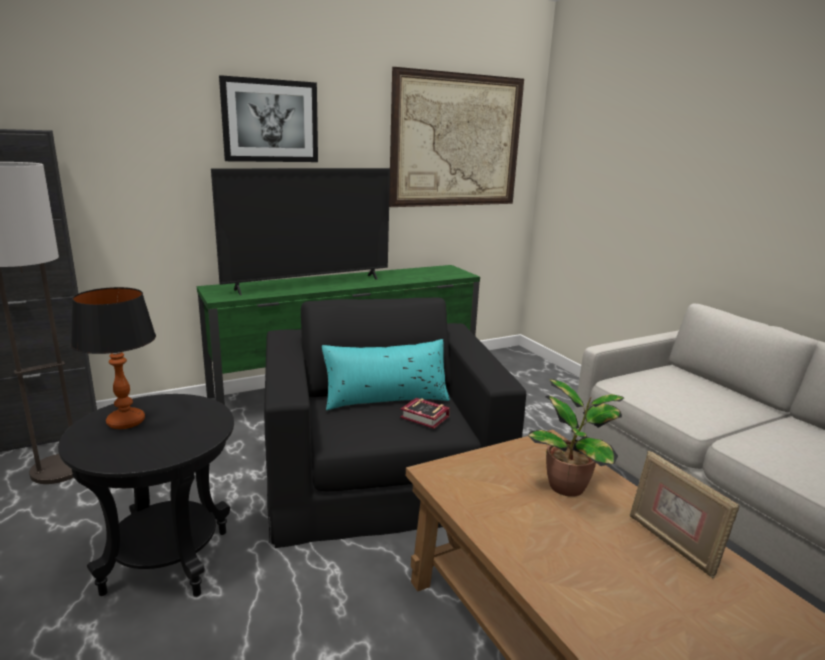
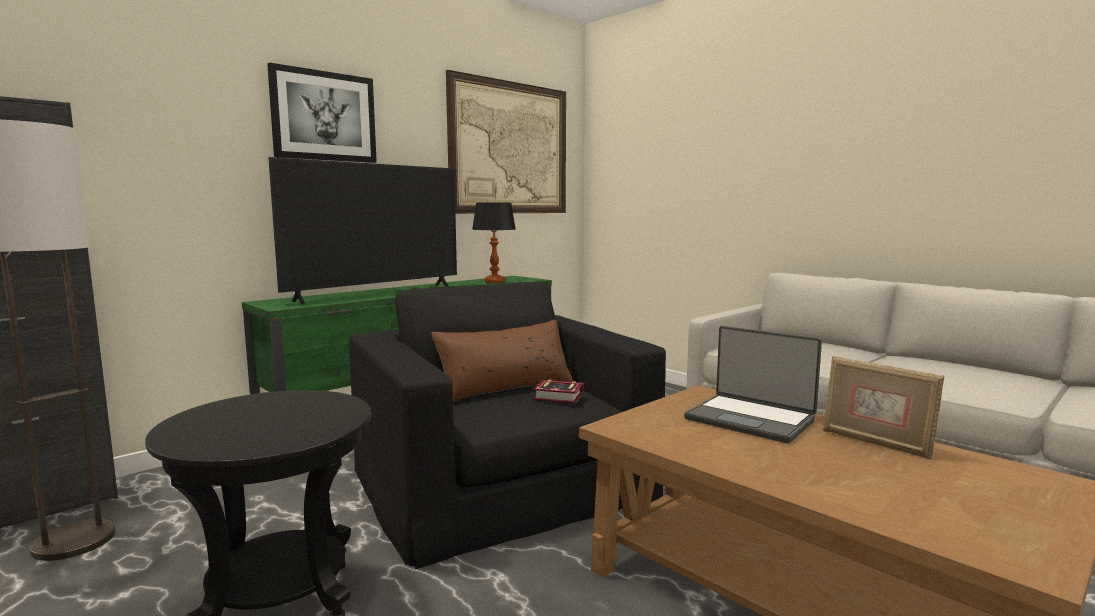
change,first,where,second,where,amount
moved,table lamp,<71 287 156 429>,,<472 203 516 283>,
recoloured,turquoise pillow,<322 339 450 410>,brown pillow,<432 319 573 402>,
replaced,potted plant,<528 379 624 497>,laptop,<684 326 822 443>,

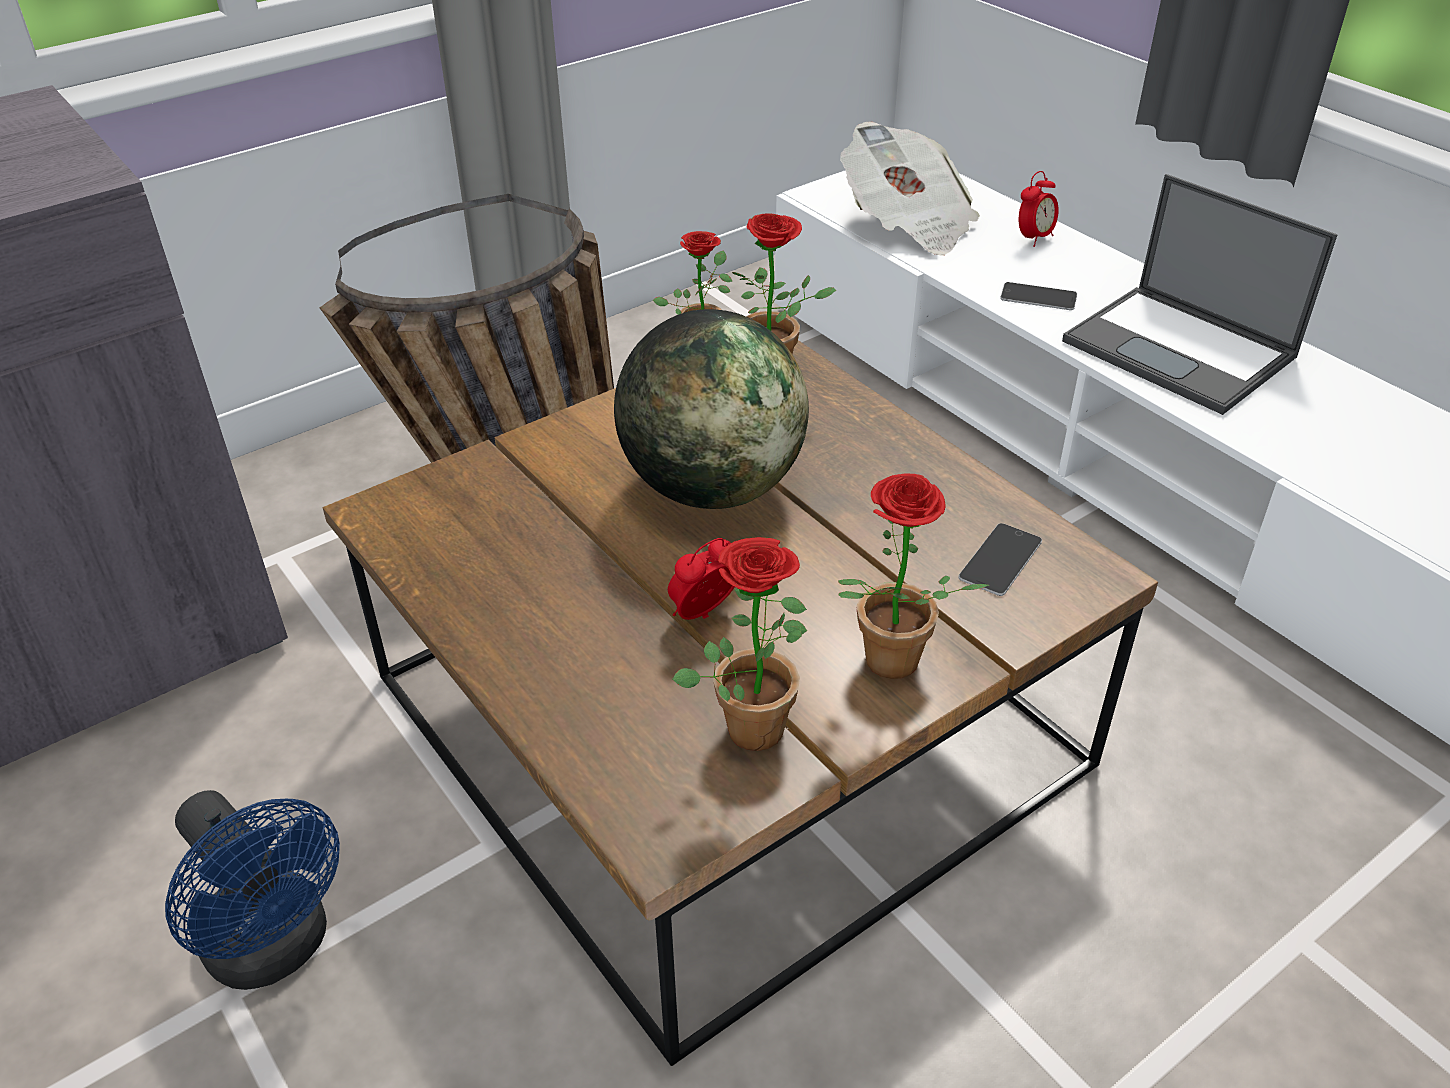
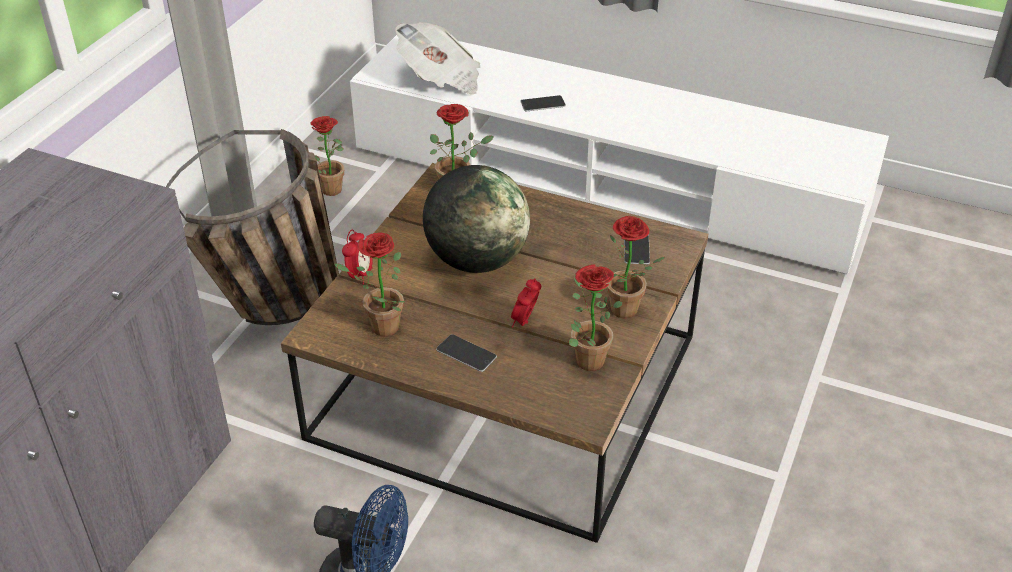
change,first,where,second,where,amount
moved,alarm clock,<1019 171 1059 247>,,<342 230 373 284>,
removed,laptop,<1062 174 1338 415>,,,
added,,,potted plant,<334 232 405 337>,
added,,,phone,<436 334 497 372>,

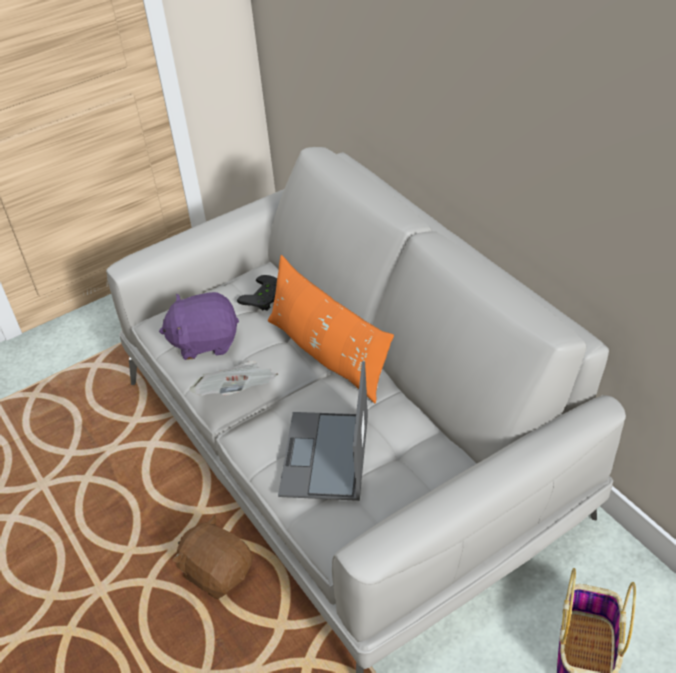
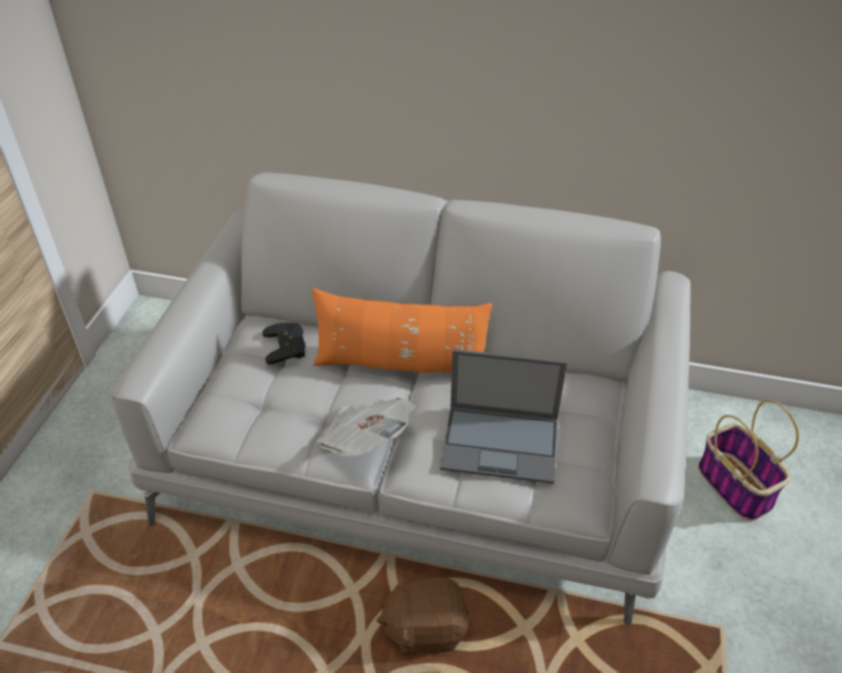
change,first,where,second,where,amount
removed,purple plush toy,<159 292 239 360>,,,
turned,laptop,<278 361 368 501>,,<440 349 567 484>,45 degrees counterclockwise

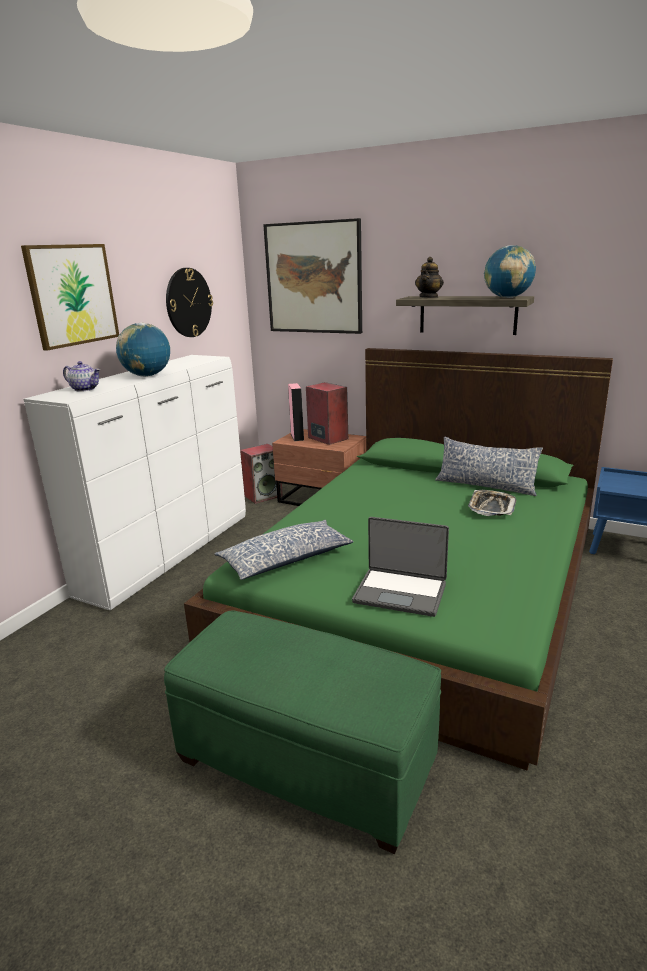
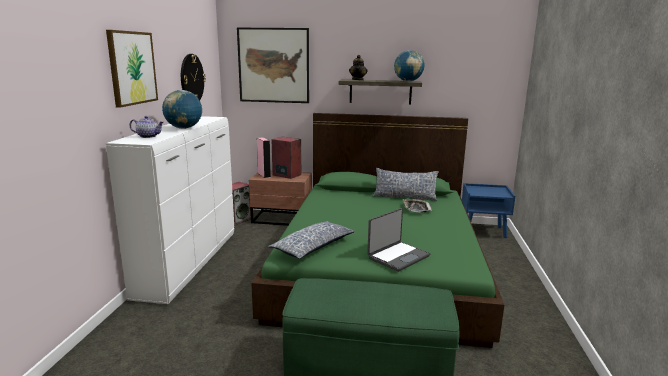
change,first,where,second,where,amount
turned,laptop,<352 517 449 617>,,<367 208 431 272>,45 degrees counterclockwise

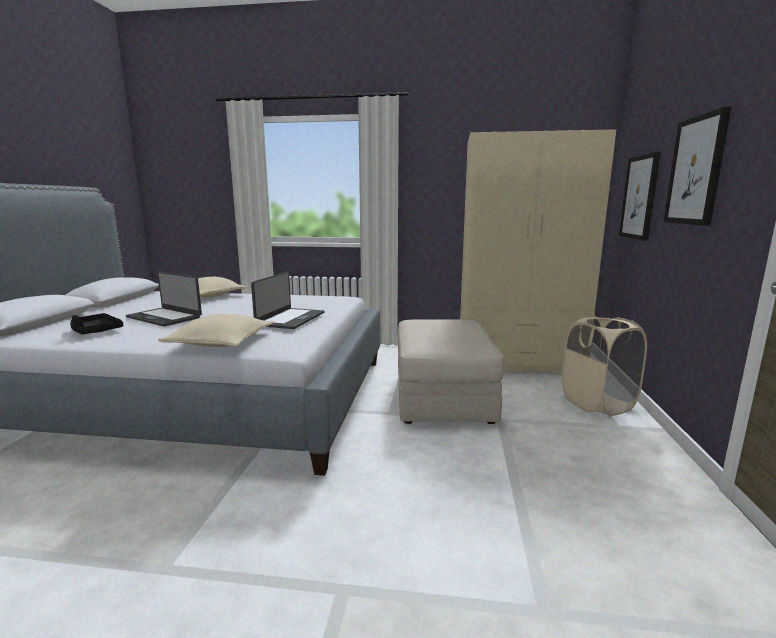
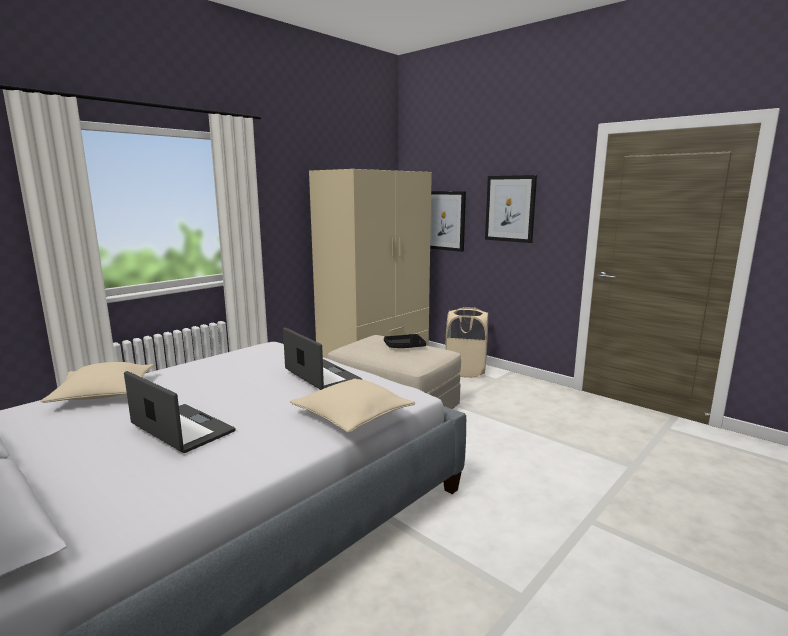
change,first,where,second,where,amount
turned,laptop,<126 272 202 327>,,<124 371 236 453>,120 degrees counterclockwise
moved,black tray,<70 313 123 335>,,<384 334 426 348>,

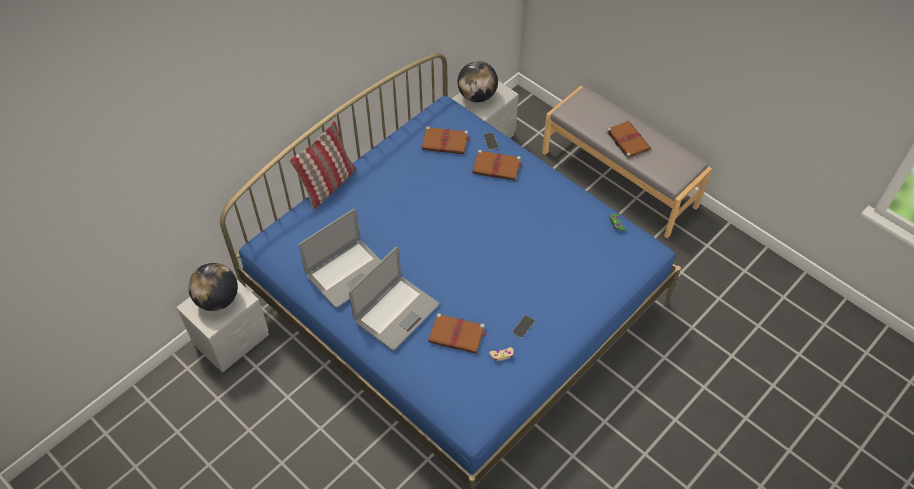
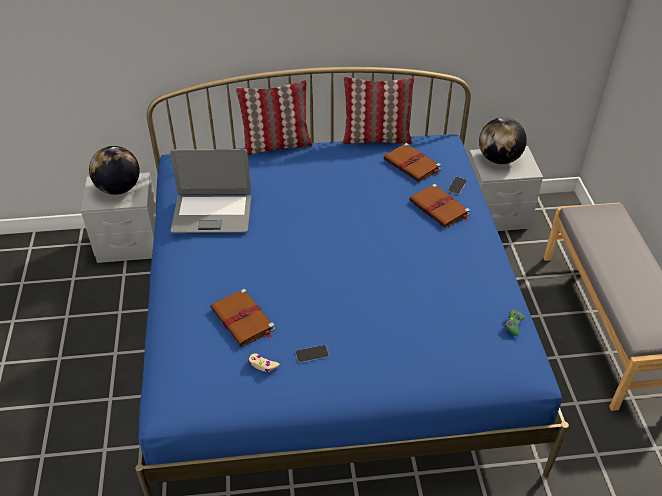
change,first,where,second,where,amount
removed,brown book,<606 121 651 159>,,,
removed,laptop,<349 247 439 350>,,,
added,,,pillow,<342 77 414 144>,

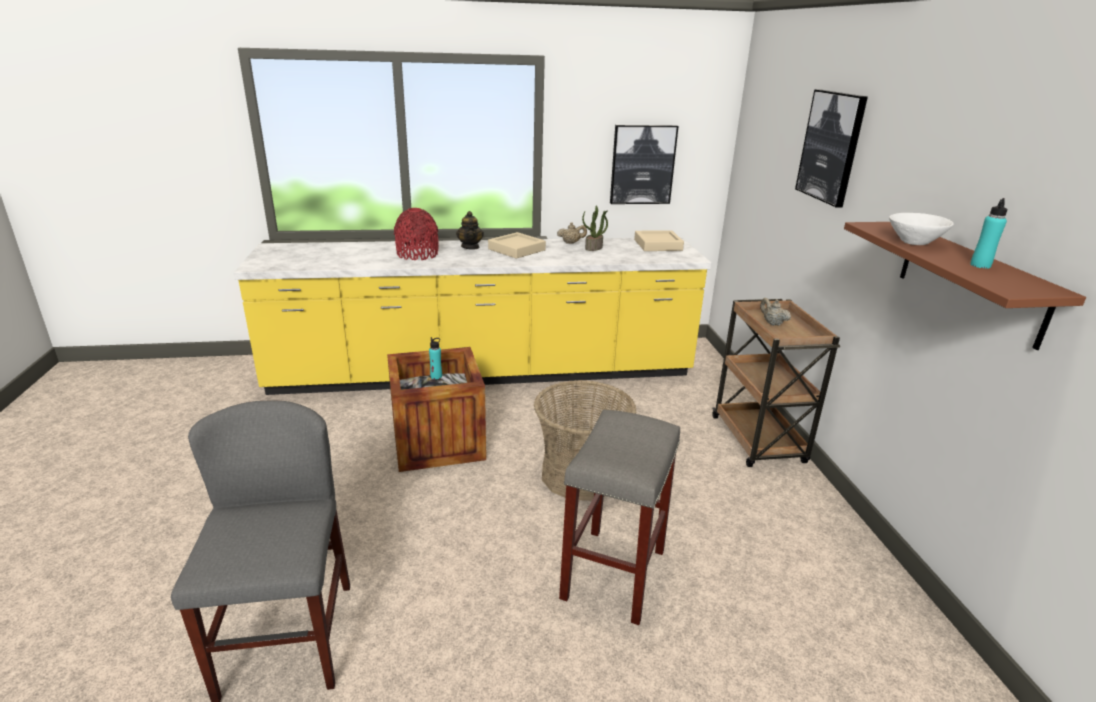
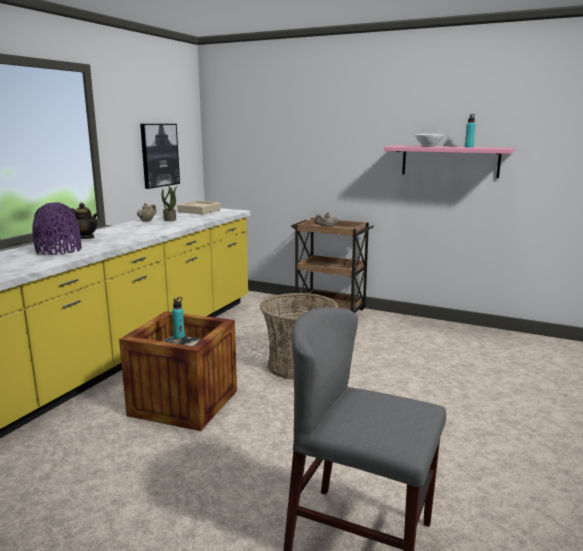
change,first,where,second,where,amount
removed,picture,<795 89 868 207>,,,
recoloured,red vase,<394 208 438 260>,purple vase,<32 202 82 255>,
recoloured,brown shelf,<844 222 1086 350>,pink shelf,<384 146 514 178>,
removed,beige tray,<488 232 546 259>,,,
removed,grey stool,<559 409 680 625>,,,

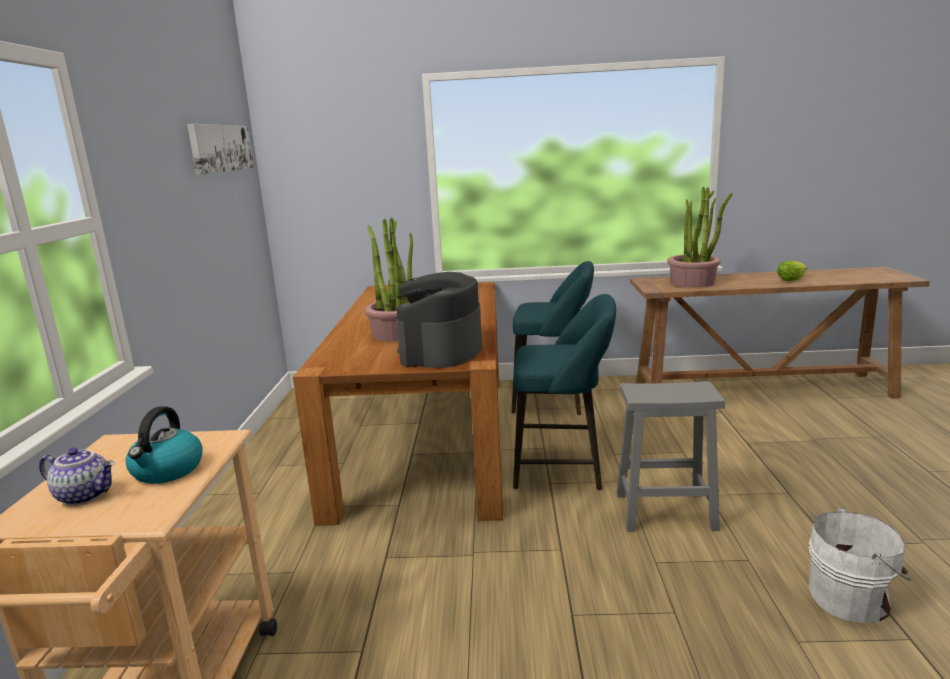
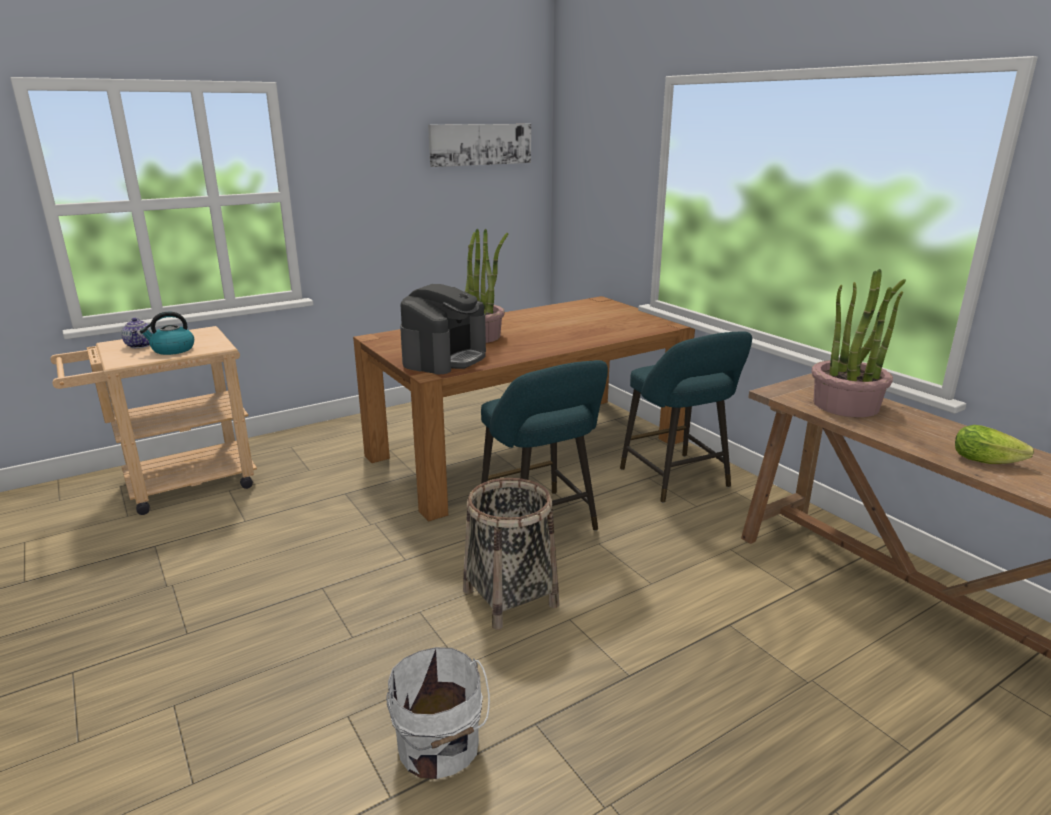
change,first,where,second,where,amount
turned,coffee machine,<396 272 482 368>,,<400 284 486 374>,135 degrees clockwise
replaced,grey stool,<617 381 725 532>,basket,<463 478 559 630>,

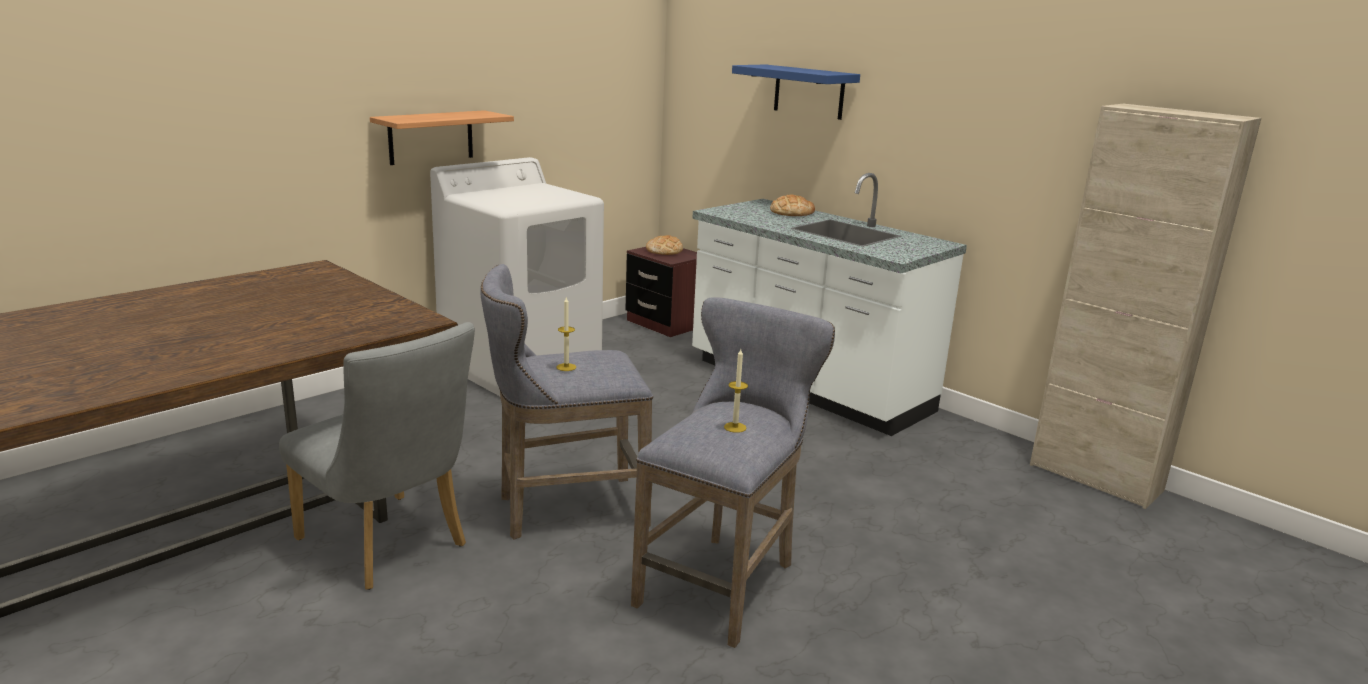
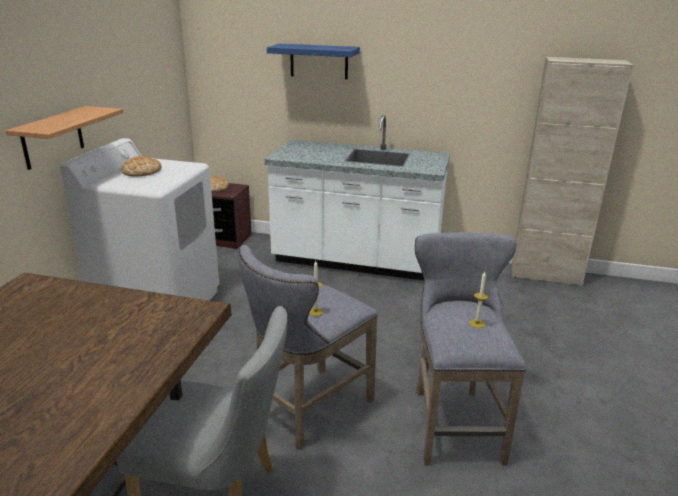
change,first,where,second,where,amount
moved,bread,<770 195 815 216>,,<121 156 161 177>,

